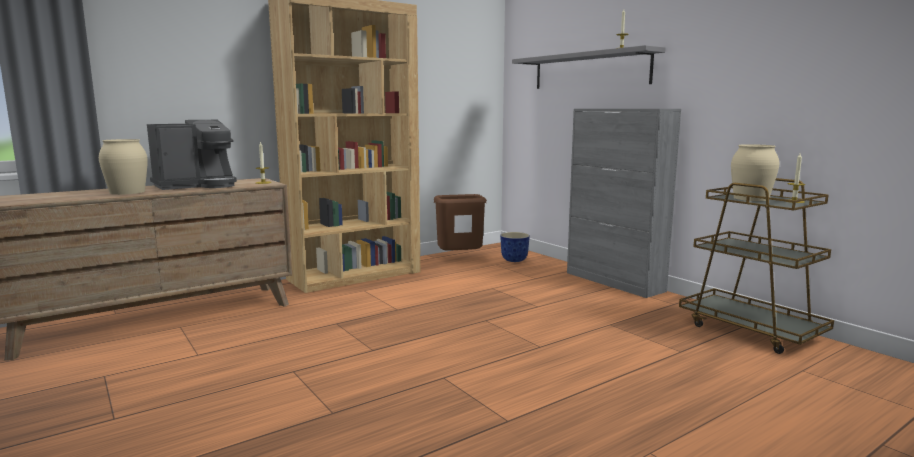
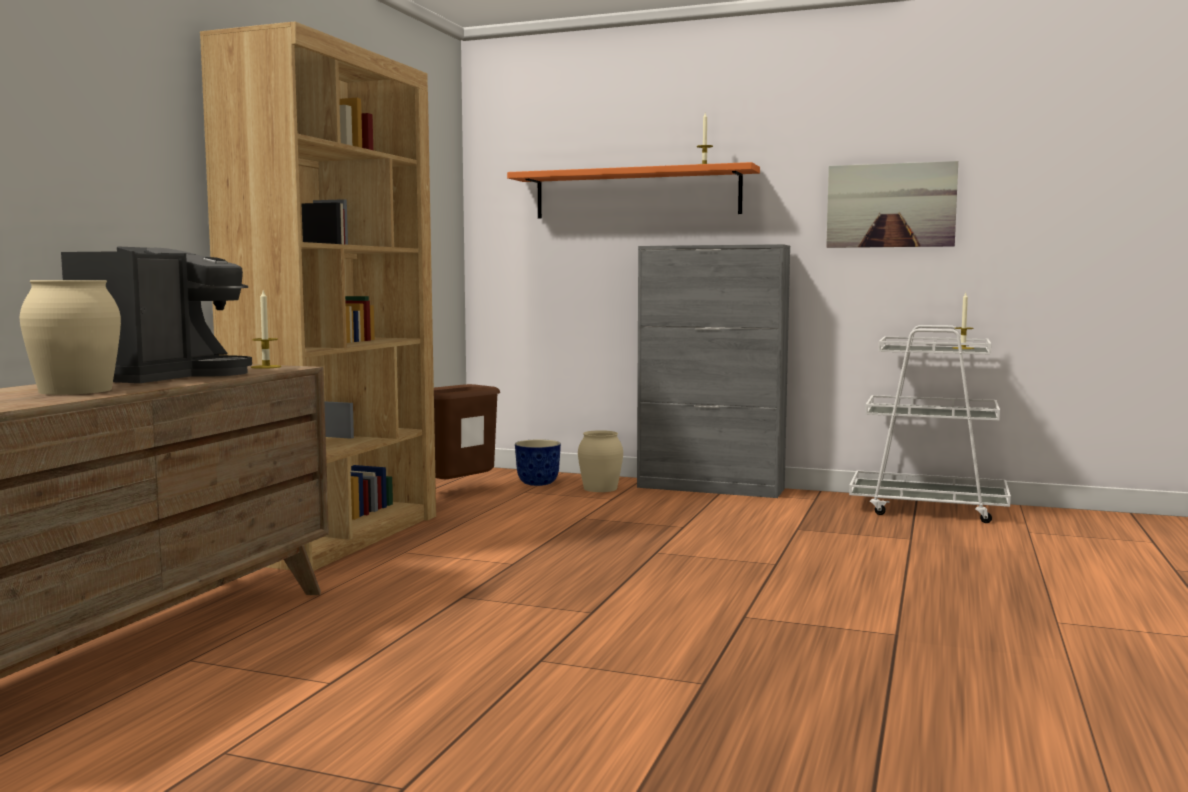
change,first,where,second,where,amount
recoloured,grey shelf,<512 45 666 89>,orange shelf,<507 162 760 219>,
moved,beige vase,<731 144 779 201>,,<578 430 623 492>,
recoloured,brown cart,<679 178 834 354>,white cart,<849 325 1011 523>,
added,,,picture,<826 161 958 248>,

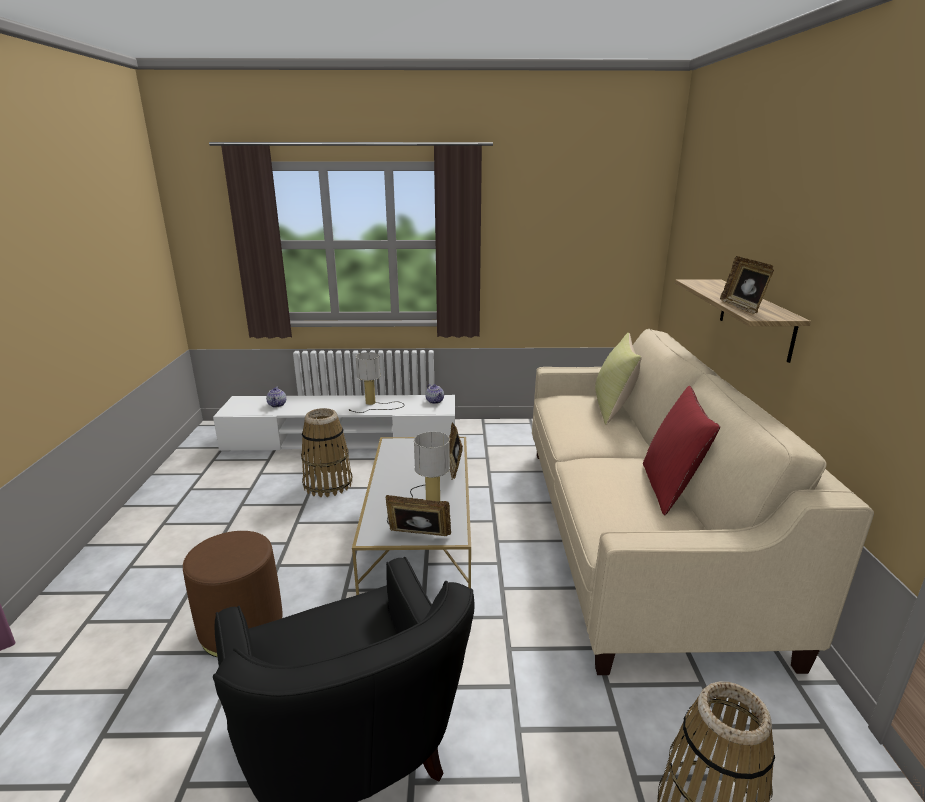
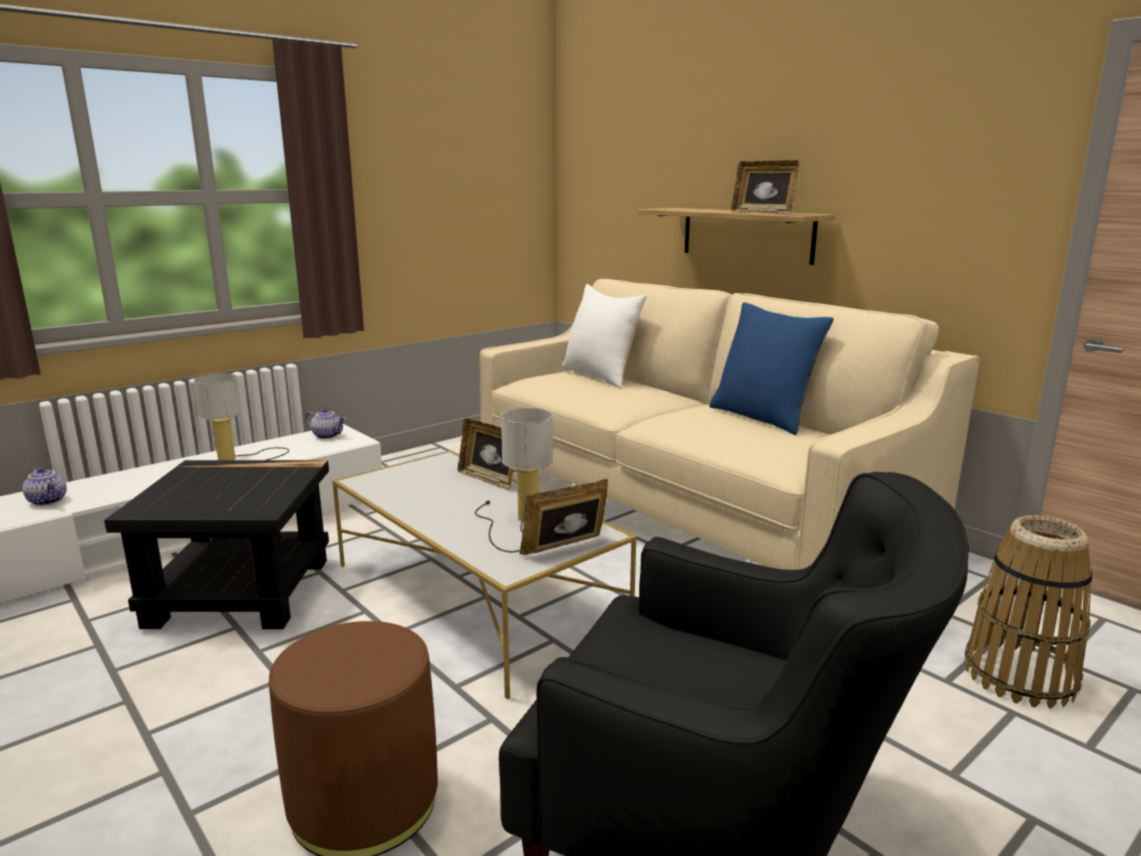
change,first,where,second,where,amount
recoloured,yellow pillow,<595 333 642 425>,white pillow,<562 284 647 389>,
recoloured,red pillow,<643 386 720 515>,blue pillow,<709 302 834 435>,
replaced,basket,<301 408 352 497>,black side table,<104 460 329 629>,

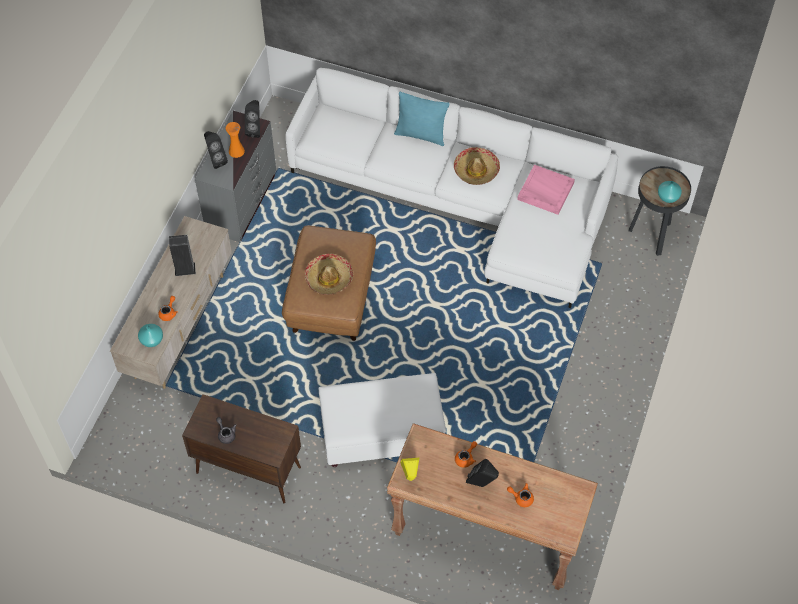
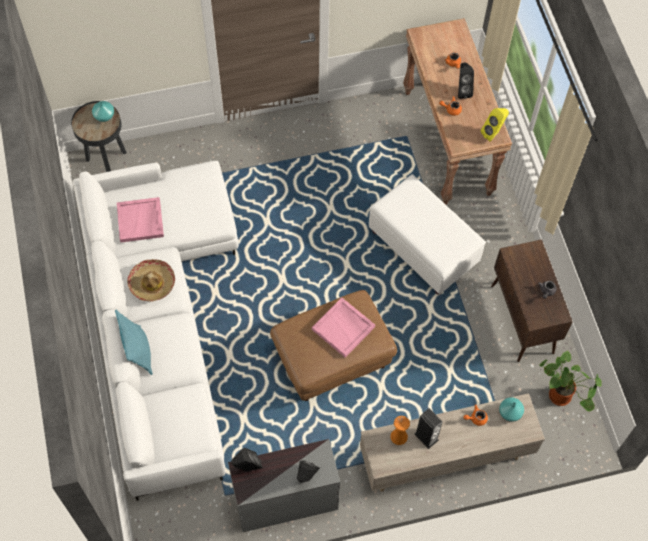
change,first,where,second,where,amount
moved,orange vase,<226 122 245 158>,,<390 416 410 445>,
replaced,hat,<305 253 353 295>,pink tray,<312 298 375 358>,
added,,,potted plant,<539 351 602 412>,

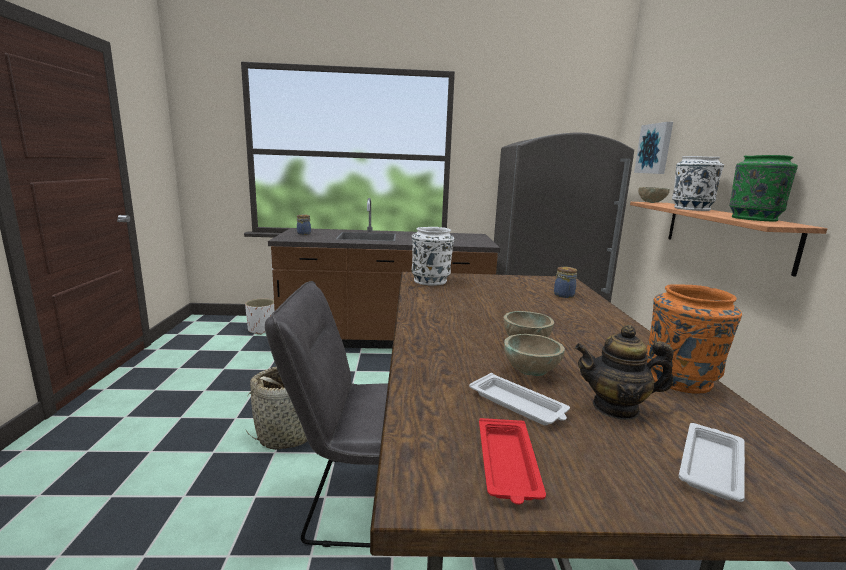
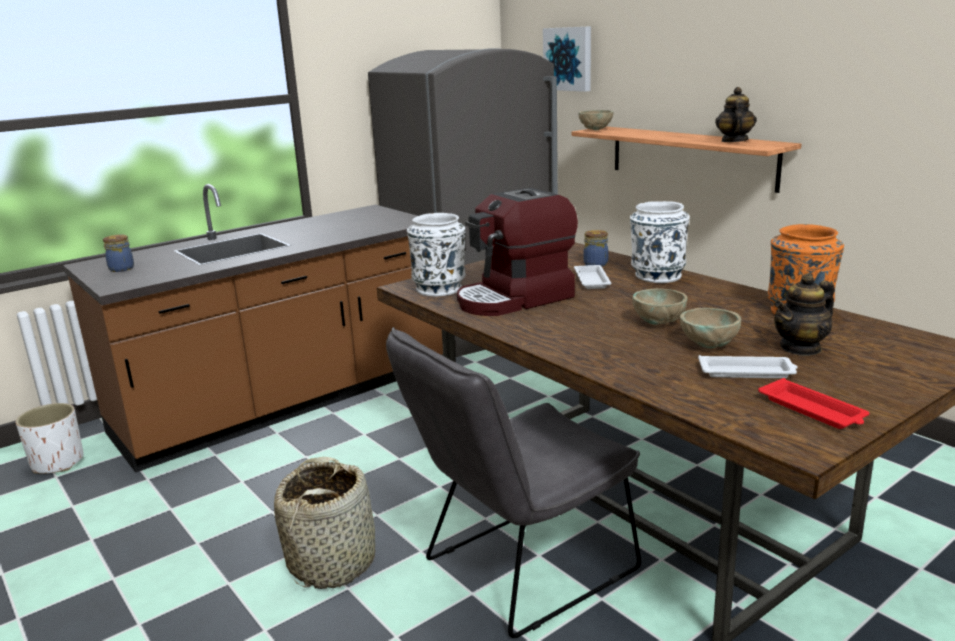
change,first,where,second,where,amount
replaced,green vase,<729 155 798 221>,teapot,<715 87 757 142>,
moved,white vase,<672 156 724 211>,,<630 201 690 283>,
moved,white tray,<679 423 745 502>,,<574 265 611 289>,
added,,,coffee machine,<457 188 578 316>,

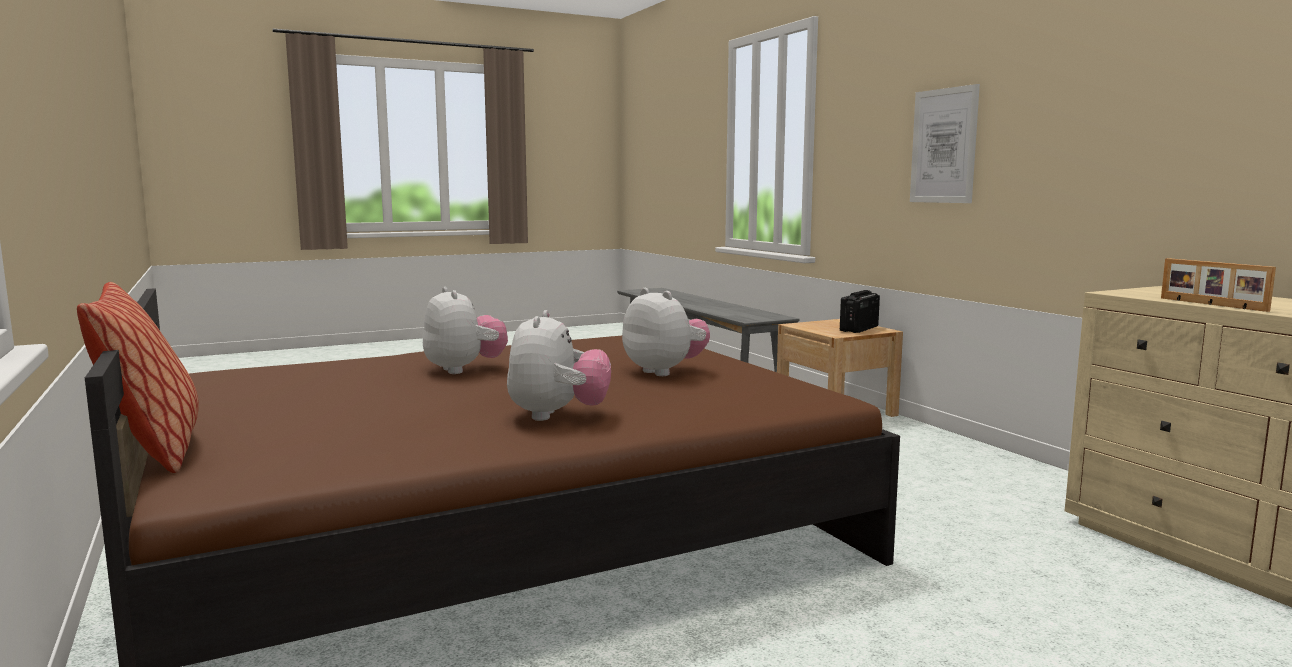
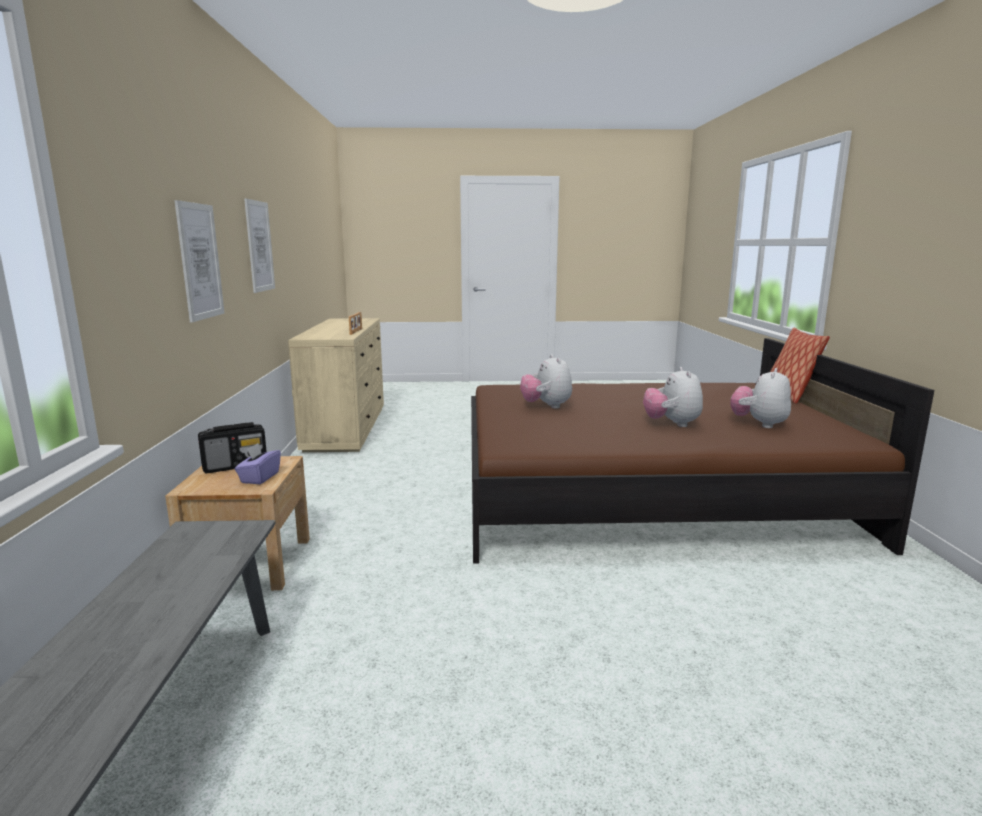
change,first,where,second,where,amount
moved,plush toy,<507 310 611 421>,,<730 368 791 428>,
added,,,picture,<244 199 275 293>,
added,,,purple tissue box,<235 443 281 484>,

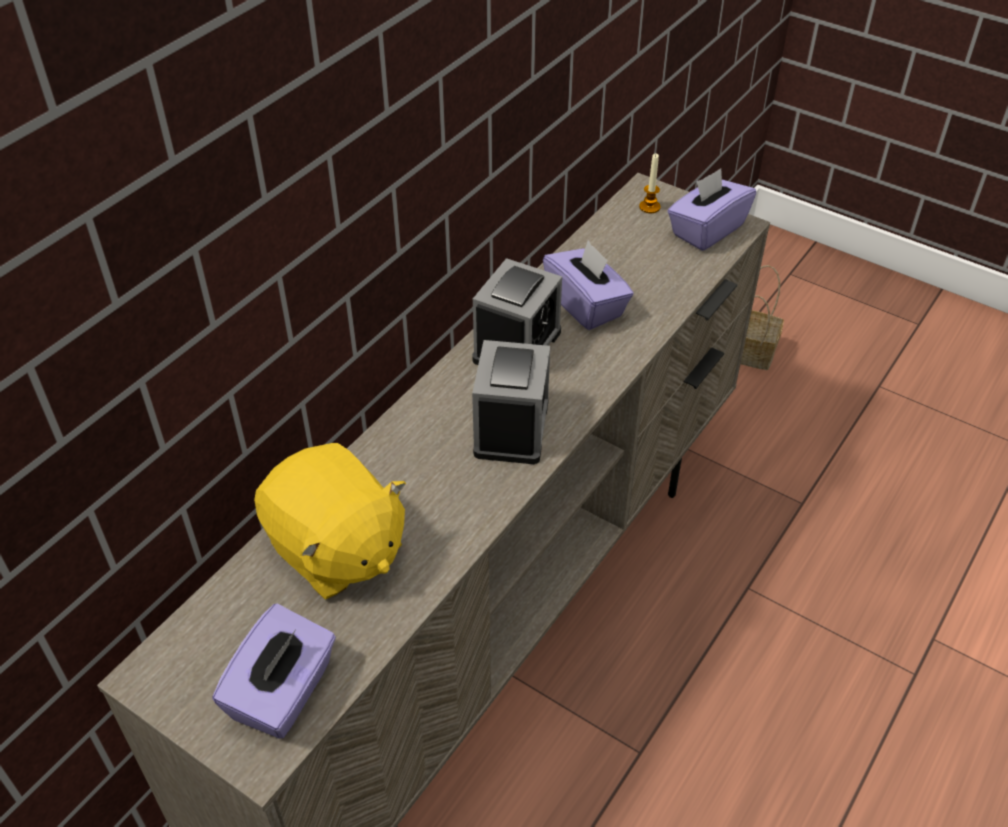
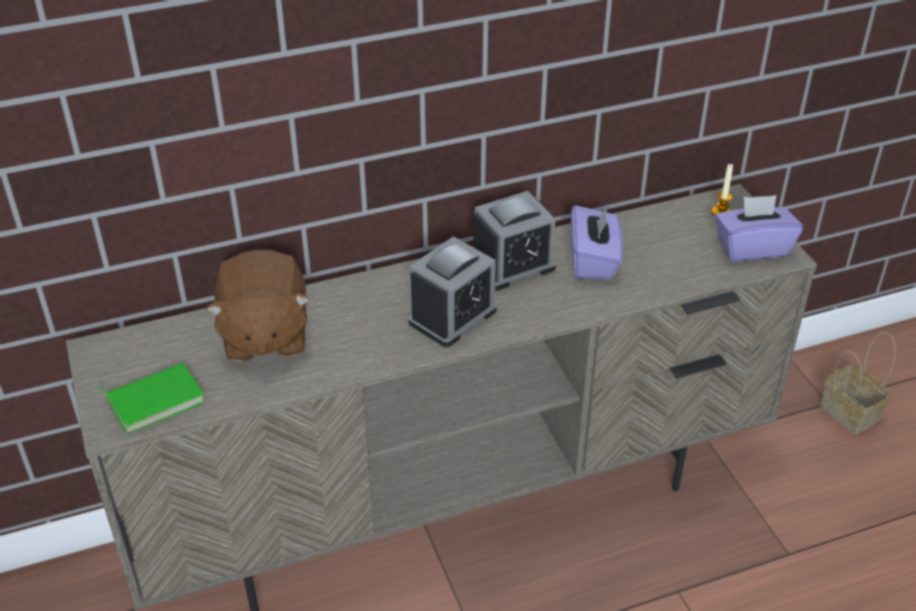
change,first,where,second,where,amount
recoloured,yellow plush toy,<254 443 406 599>,brown plush toy,<206 249 310 362>,
replaced,purple tissue box,<212 604 336 739>,green book,<101 363 205 434>,

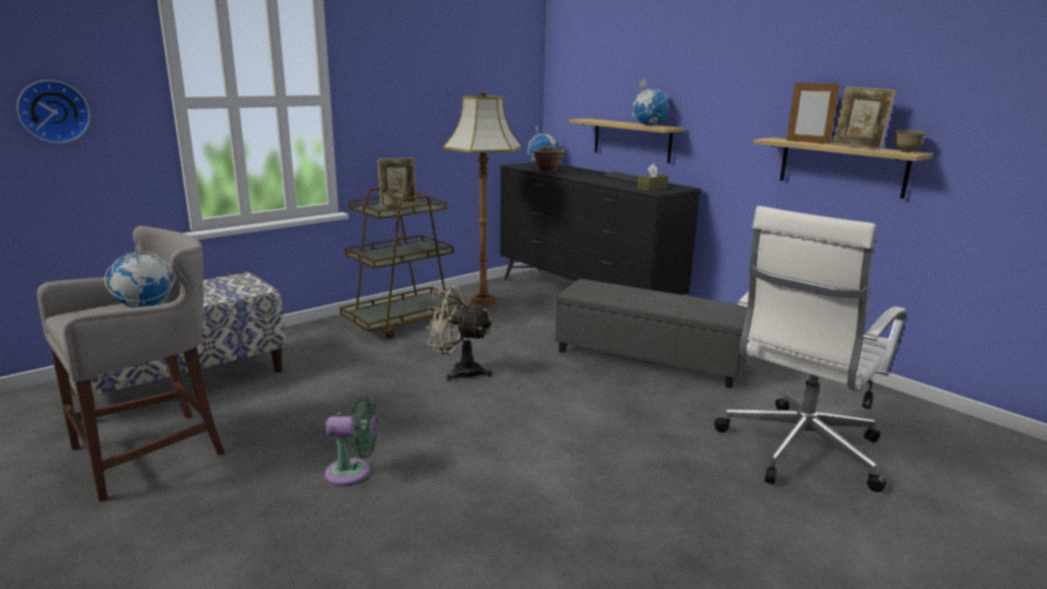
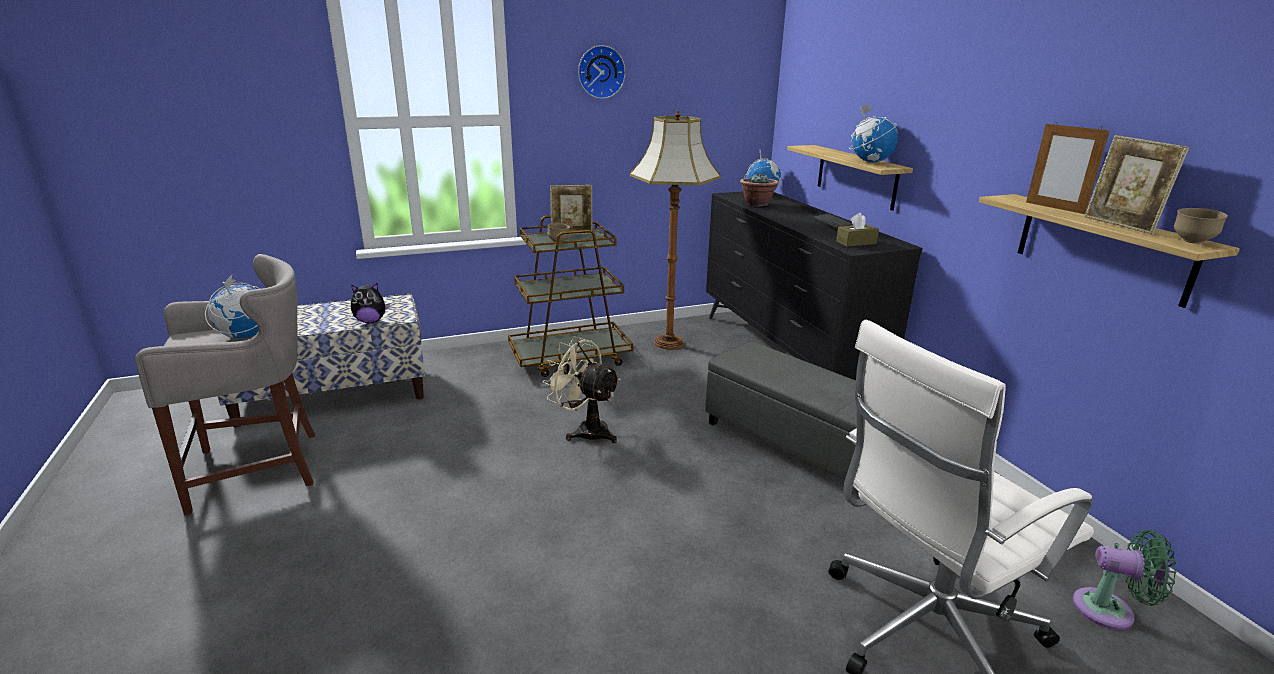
change,first,where,second,where,amount
moved,wall clock,<17 80 90 143>,,<578 45 626 99>,
moved,green fan,<325 396 377 486>,,<1073 530 1176 630>,
added,,,plush toy,<351 283 389 323>,

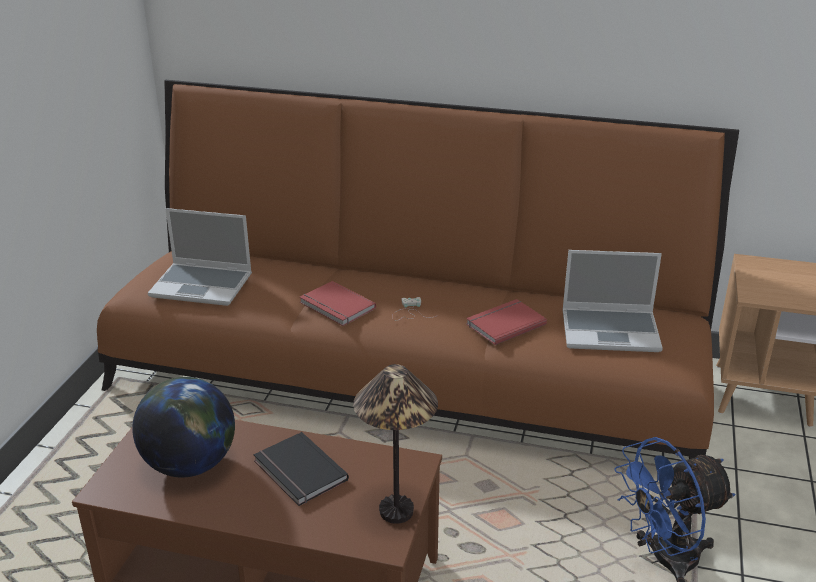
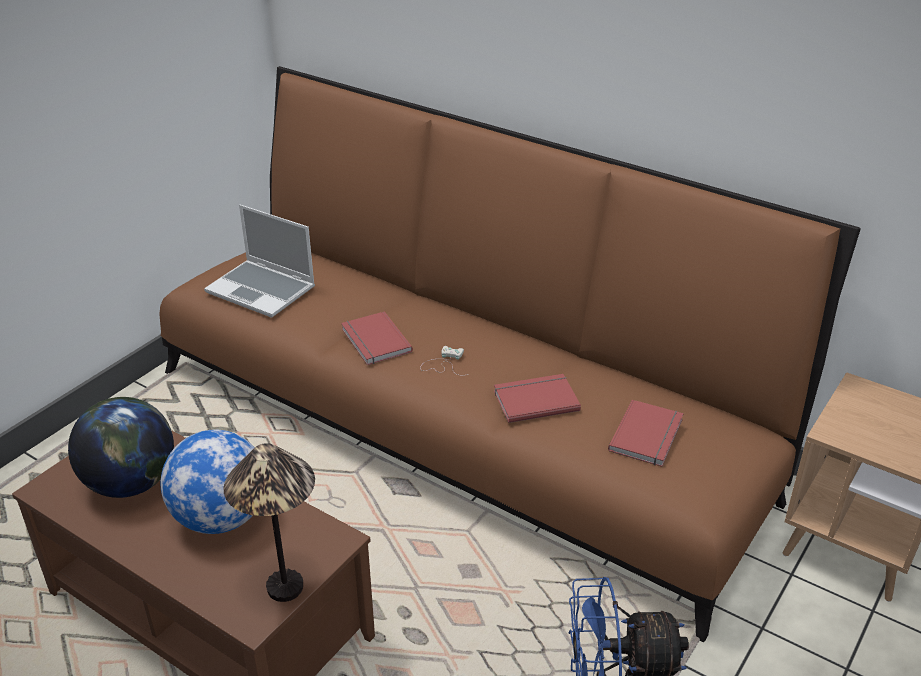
change,first,where,second,where,amount
replaced,laptop,<562 250 663 352>,red book,<608 400 684 467>,
replaced,black book,<254 432 349 506>,globe,<161 430 255 534>,

